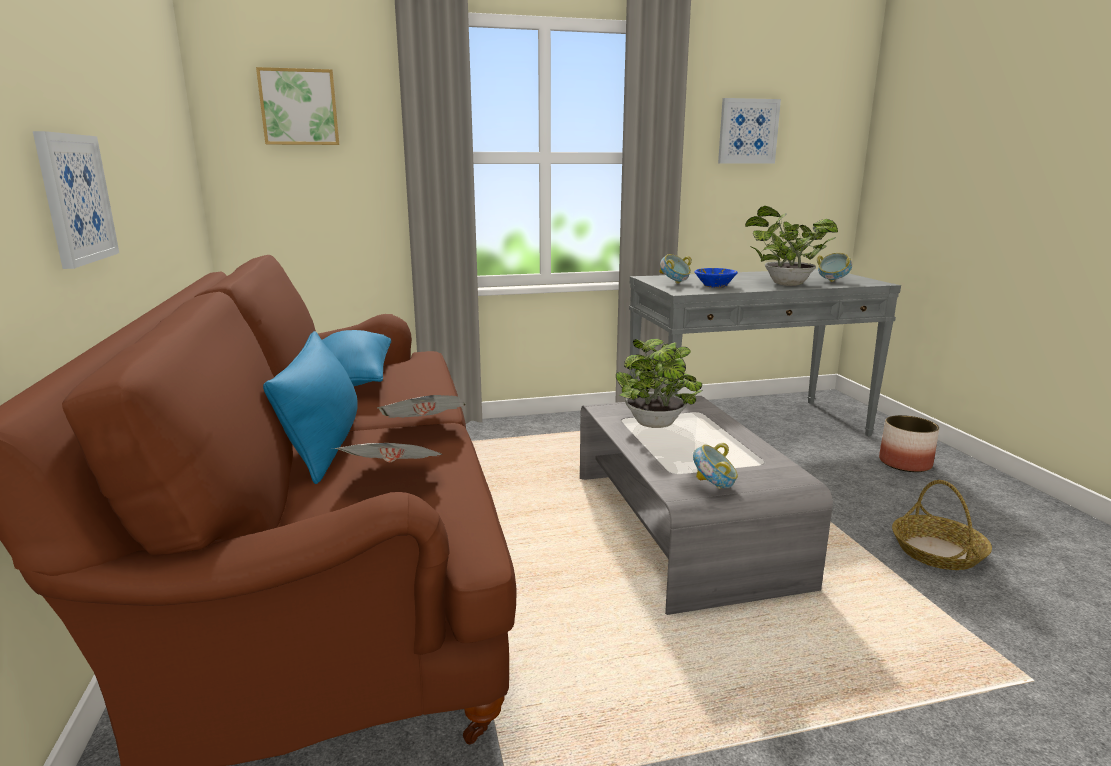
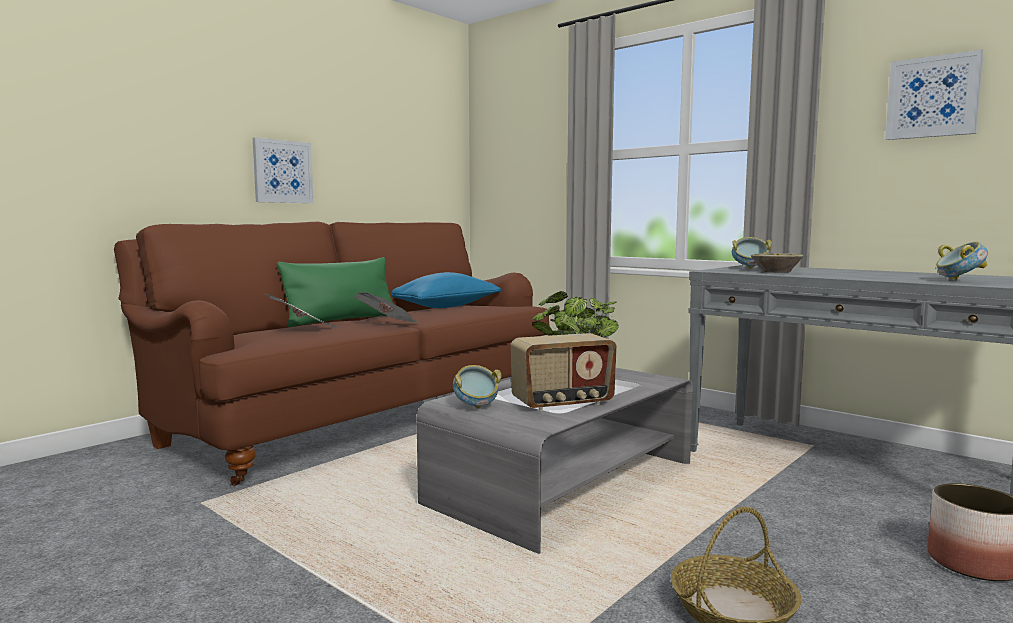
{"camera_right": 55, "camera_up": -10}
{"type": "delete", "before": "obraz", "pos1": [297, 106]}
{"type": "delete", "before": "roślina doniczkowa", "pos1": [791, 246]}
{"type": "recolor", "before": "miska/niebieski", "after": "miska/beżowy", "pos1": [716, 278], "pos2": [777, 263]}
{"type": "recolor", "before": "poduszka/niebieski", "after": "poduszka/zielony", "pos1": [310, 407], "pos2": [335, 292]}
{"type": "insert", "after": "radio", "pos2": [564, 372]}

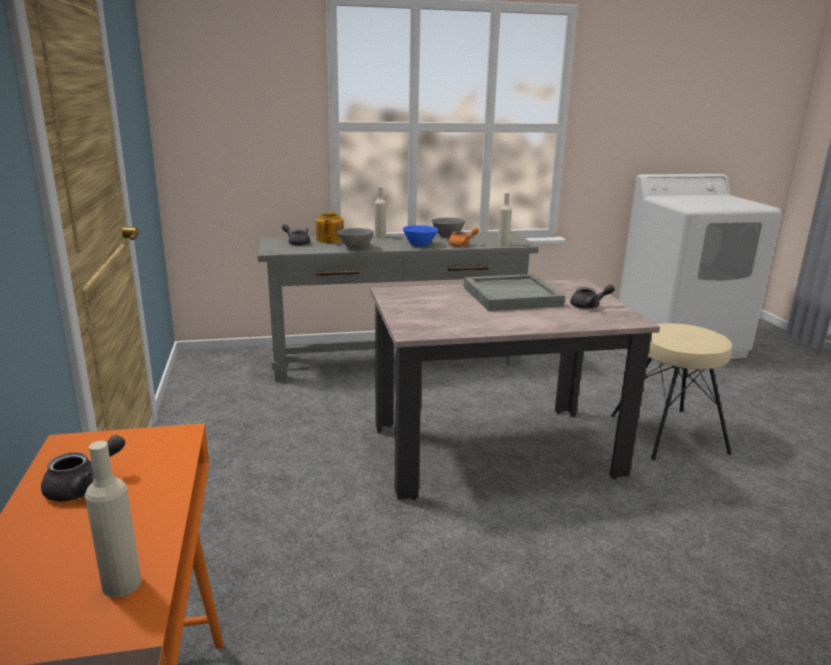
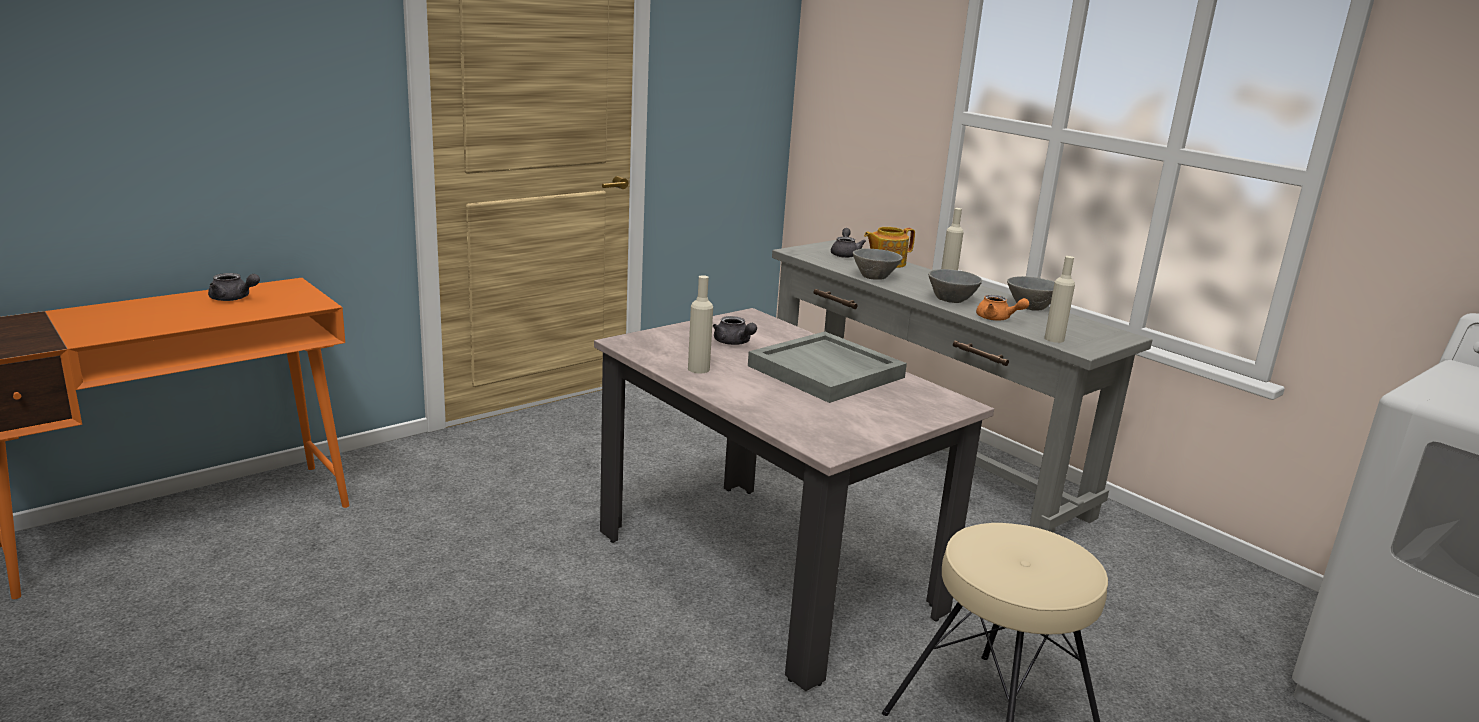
{"camera_right": 60, "camera_up": 0}
{"type": "recolor", "before": "miska/niebieski", "after": "miska/szary", "pos1": [420, 235], "pos2": [955, 286]}
{"type": "move", "before": "imbryk/szary", "pos1": [592, 296], "pos2": [735, 330]}
{"type": "move", "before": "butelka/beżowy", "pos1": [113, 519], "pos2": [700, 324]}

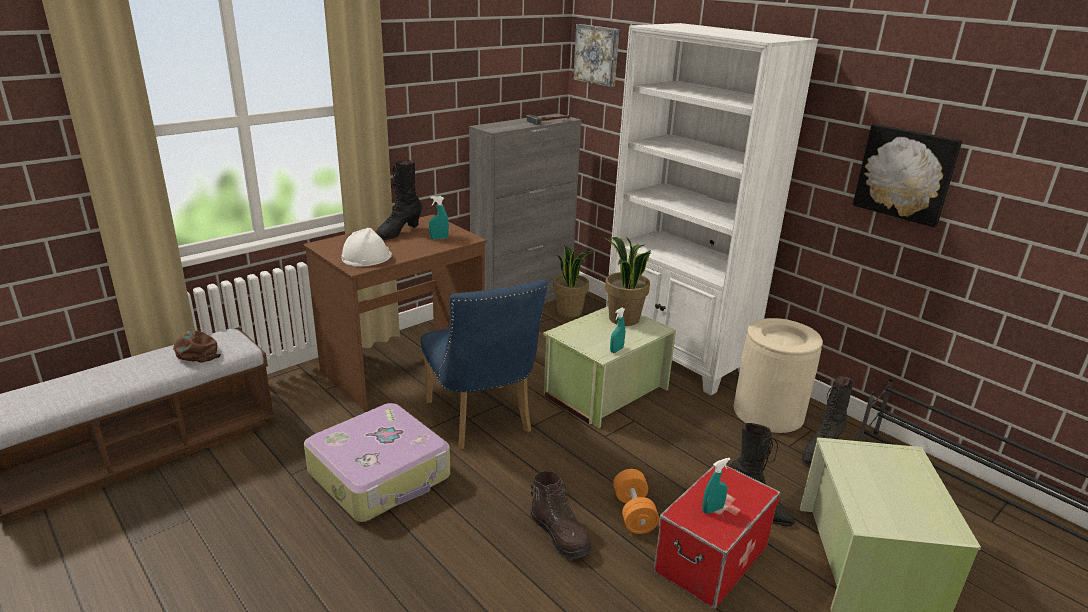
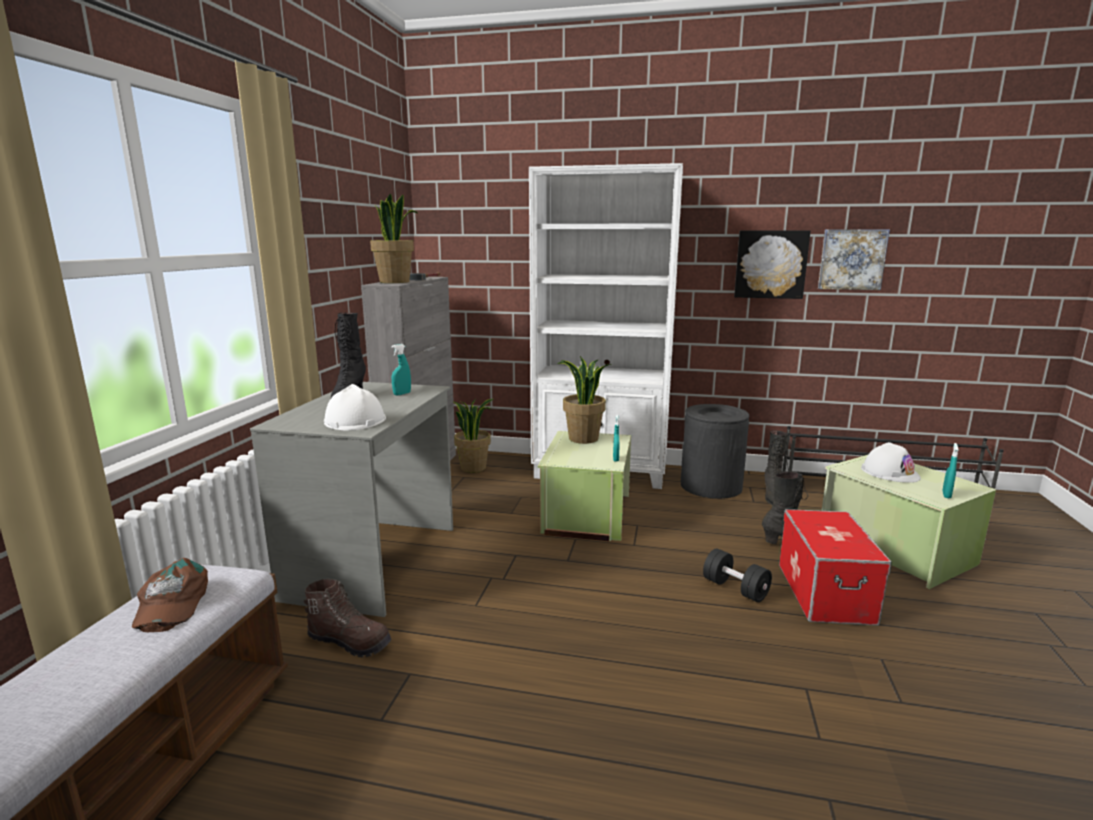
{"camera_right": -35, "camera_up": -10}
{"type": "move", "before": "obraz", "pos1": [596, 55], "pos2": [854, 259]}
{"type": "recolor", "before": "biurko/brązowy", "after": "biurko/szary", "pos1": [395, 313], "pos2": [351, 499]}
{"type": "delete", "before": "krzesło/niebieski", "pos1": [484, 365]}
{"type": "recolor", "before": "kosz na śmieci/beżowy", "after": "kosz na śmieci/czarny", "pos1": [778, 375], "pos2": [715, 451]}
{"type": "rotate", "before": "czapka z daszkiem/brązowy", "pos1": [197, 346], "pos2": [170, 595], "turn": -120}
{"type": "delete", "before": "walizka", "pos1": [377, 462]}
{"type": "move", "before": "spryskiwacz/turkusowy", "pos1": [716, 486], "pos2": [950, 470]}
{"type": "recolor", "before": "hantel/pomarańczowy", "after": "hantel/czarny", "pos1": [636, 501], "pos2": [737, 575]}
{"type": "move", "before": "but z cholewką/brązowy", "pos1": [561, 515], "pos2": [348, 618]}
{"type": "insert", "after": "roślina doniczkowa", "pos2": [393, 238]}
{"type": "insert", "after": "kask/biały", "pos2": [891, 462]}

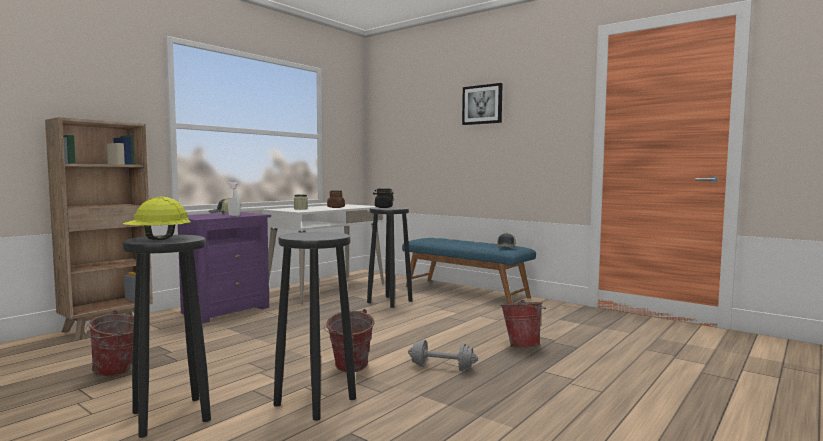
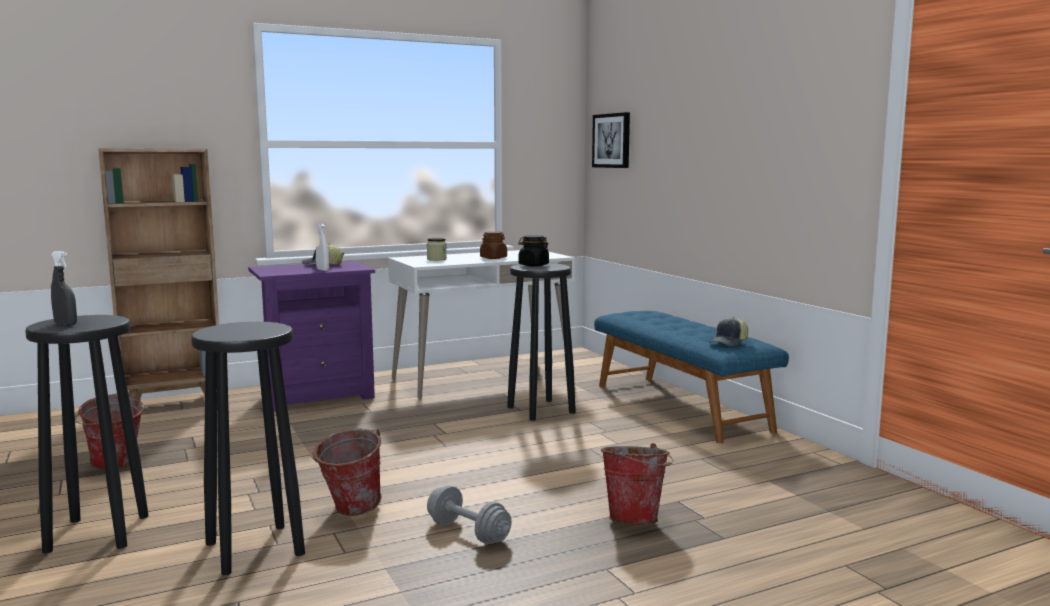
{"camera_right": 25, "camera_up": 5}
{"type": "move", "before": "obraz", "pos1": [482, 104], "pos2": [611, 140]}
{"type": "replace", "before": "kask/żółty", "after": "spryskiwacz/szary", "pos1": [157, 218], "pos2": [64, 288]}

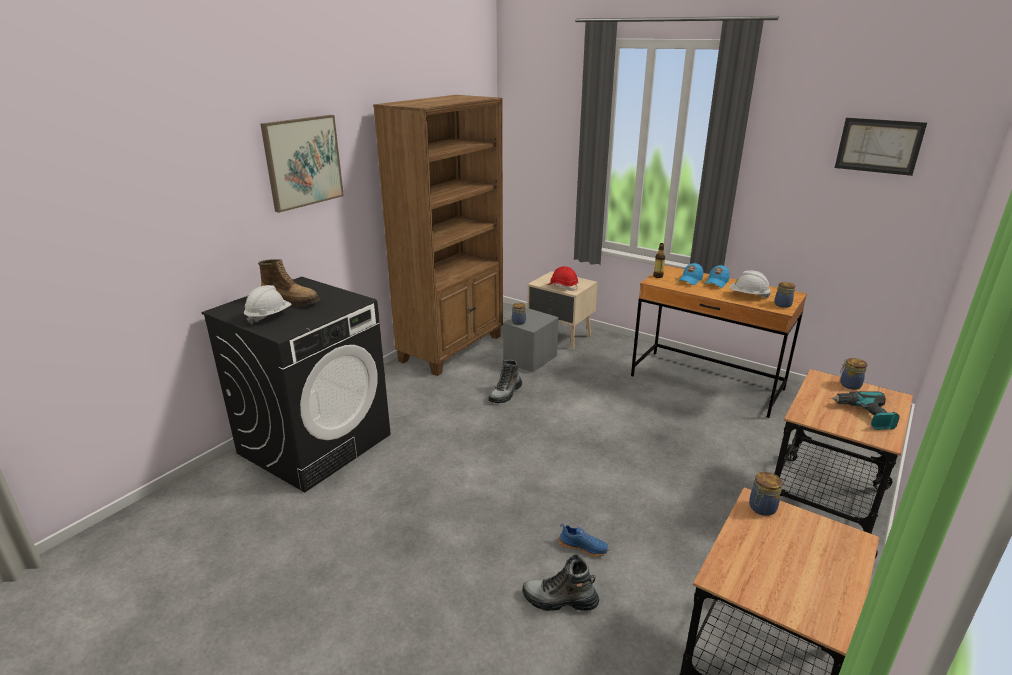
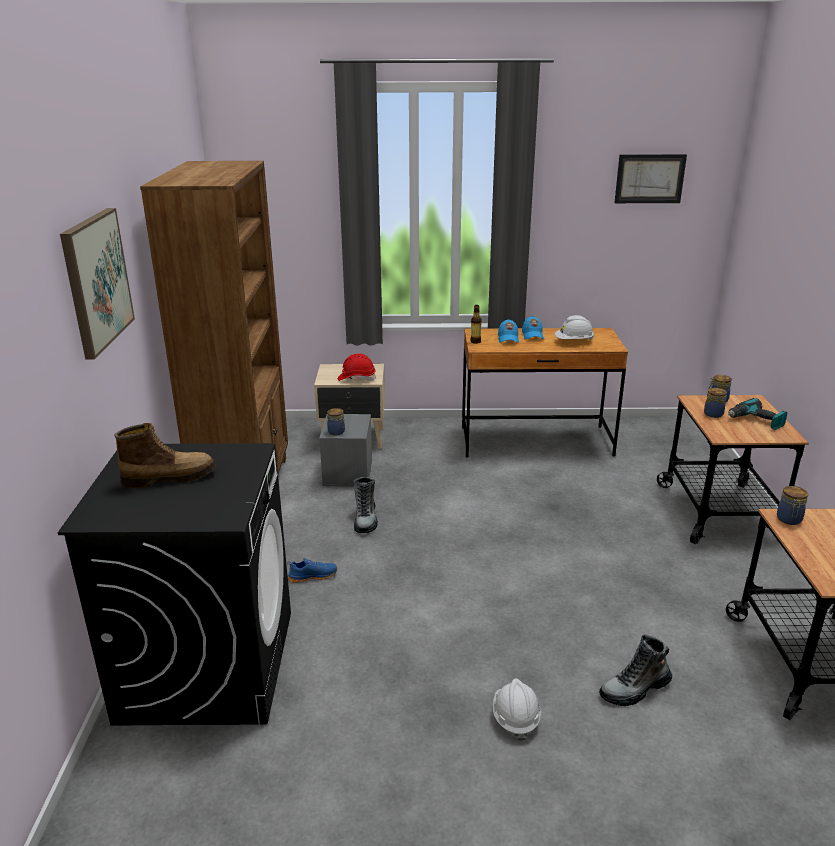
{"camera_right": -35, "camera_up": 0}
{"type": "move", "before": "słoik", "pos1": [785, 295], "pos2": [715, 403]}
{"type": "move", "before": "kask/biały", "pos1": [267, 305], "pos2": [517, 710]}
{"type": "move", "before": "but/niebieski", "pos1": [584, 540], "pos2": [312, 570]}

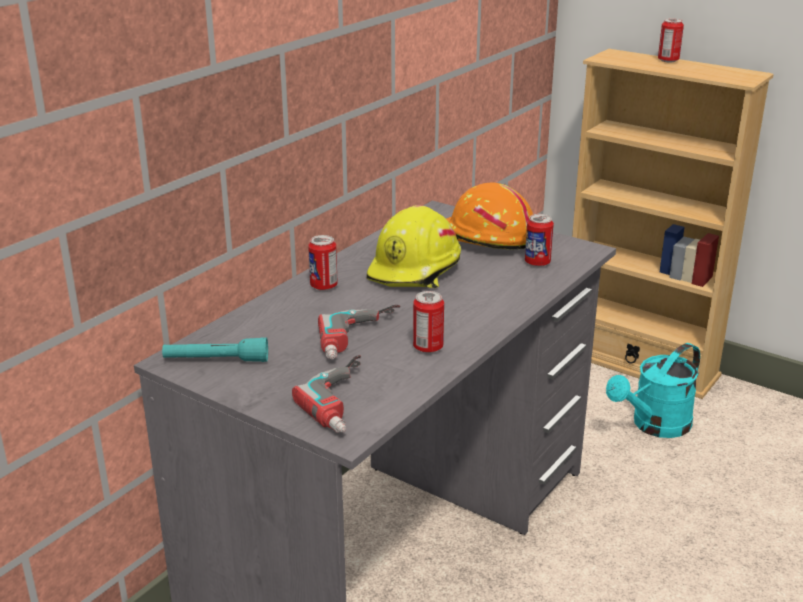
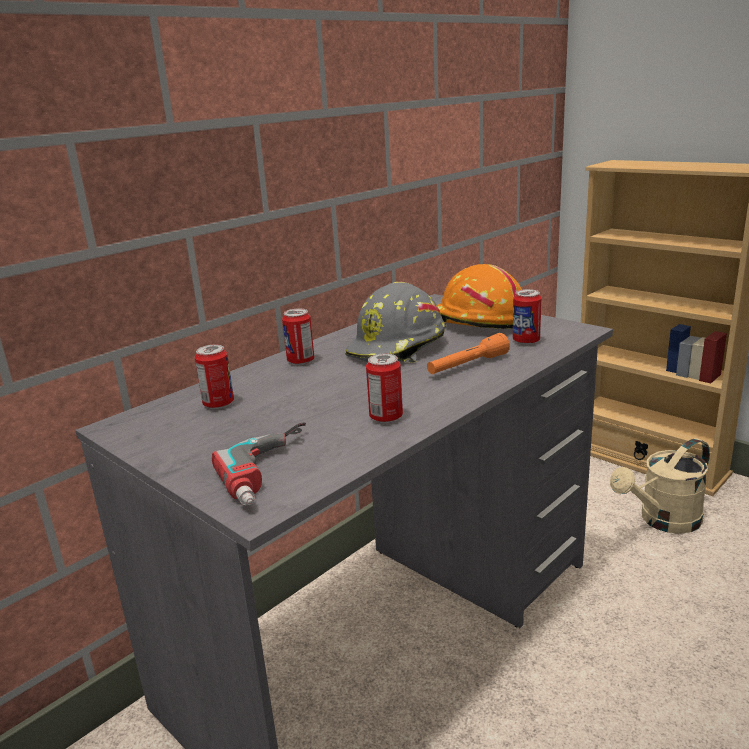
{"camera_right": 10, "camera_up": -5}
{"type": "move", "before": "puszka", "pos1": [671, 40], "pos2": [214, 377]}
{"type": "recolor", "before": "kask/żółty", "after": "kask/szary", "pos1": [413, 246], "pos2": [395, 322]}
{"type": "delete", "before": "wiertarka", "pos1": [359, 332]}
{"type": "delete", "before": "latarka/turkusowy", "pos1": [215, 349]}
{"type": "recolor", "before": "konewka/turkusowy", "after": "konewka/beżowy", "pos1": [653, 390], "pos2": [660, 486]}
{"type": "insert", "after": "latarka/pomarańczowy", "pos2": [468, 353]}

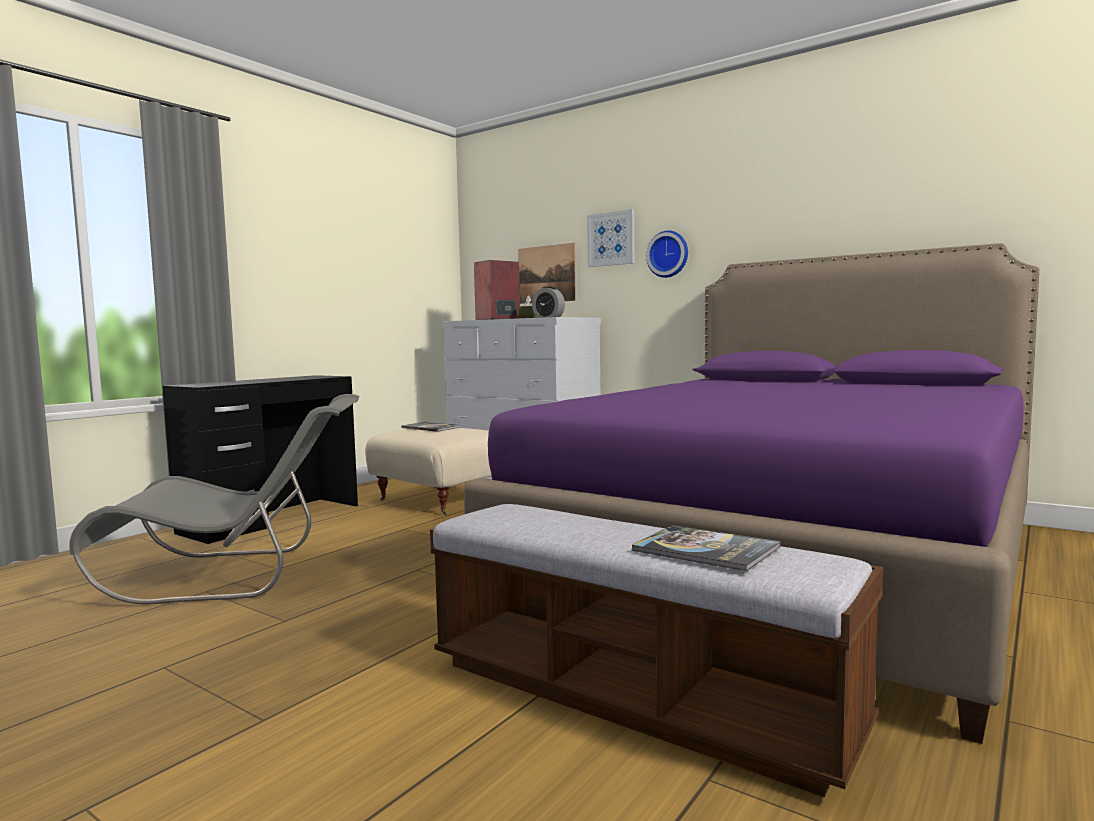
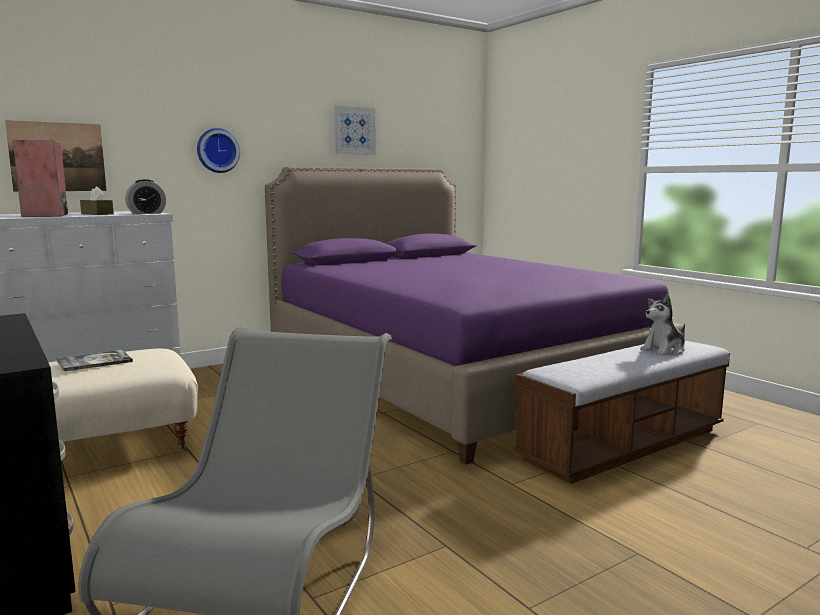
{"camera_right": -70, "camera_up": 5}
{"type": "move", "before": "obraz", "pos1": [610, 238], "pos2": [354, 130]}
{"type": "replace", "before": "książka", "after": "pluszak", "pos1": [706, 548], "pos2": [662, 325]}

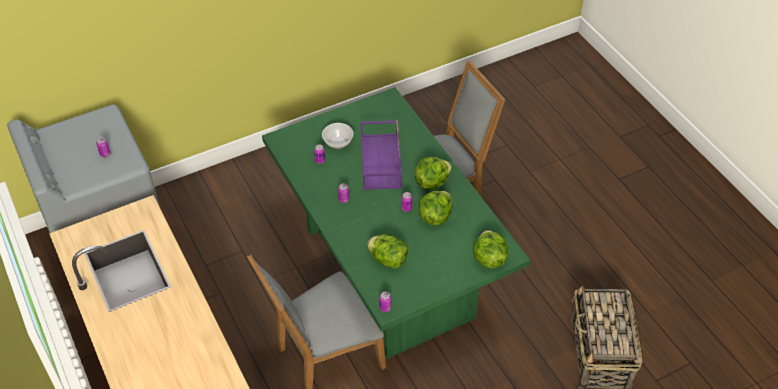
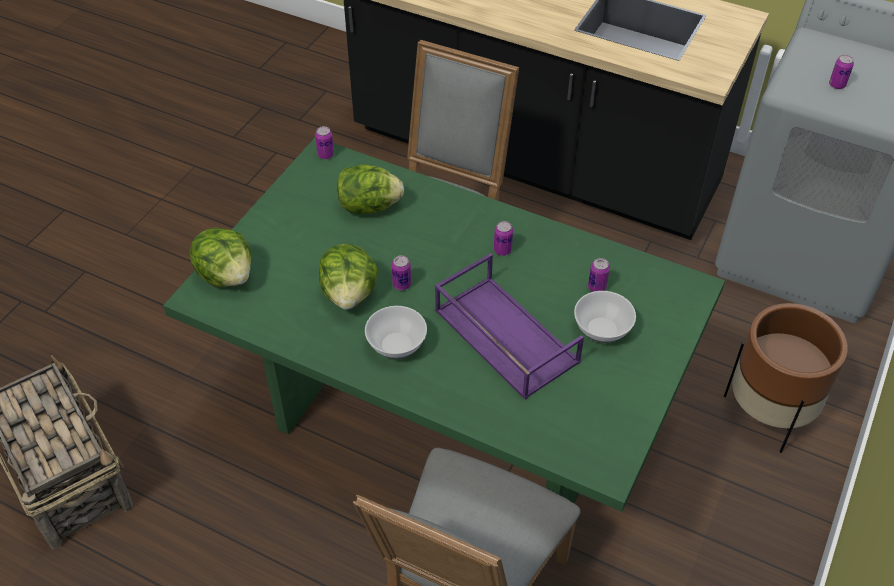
{"camera_right": 145, "camera_up": 0}
{"type": "replace", "before": "sałata", "after": "miska", "pos1": [433, 173], "pos2": [396, 332]}
{"type": "insert", "after": "donica/brązowy", "pos2": [786, 378]}

